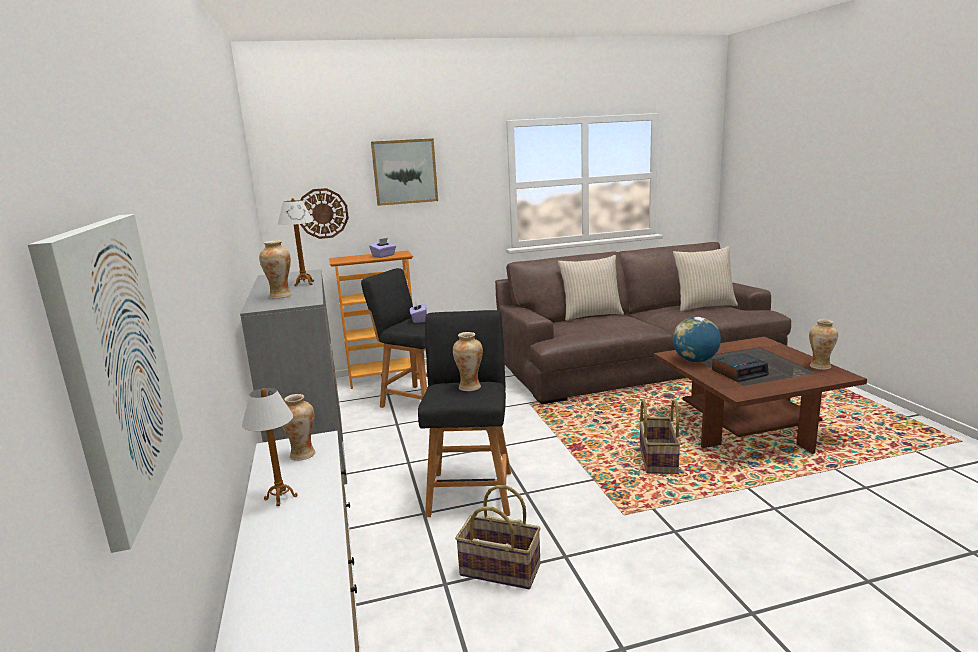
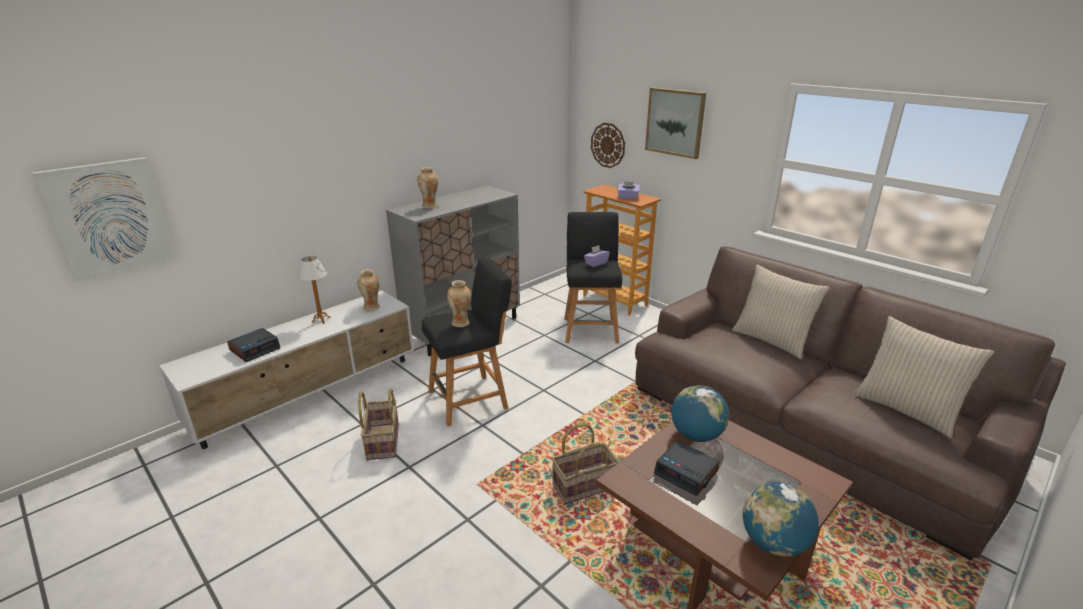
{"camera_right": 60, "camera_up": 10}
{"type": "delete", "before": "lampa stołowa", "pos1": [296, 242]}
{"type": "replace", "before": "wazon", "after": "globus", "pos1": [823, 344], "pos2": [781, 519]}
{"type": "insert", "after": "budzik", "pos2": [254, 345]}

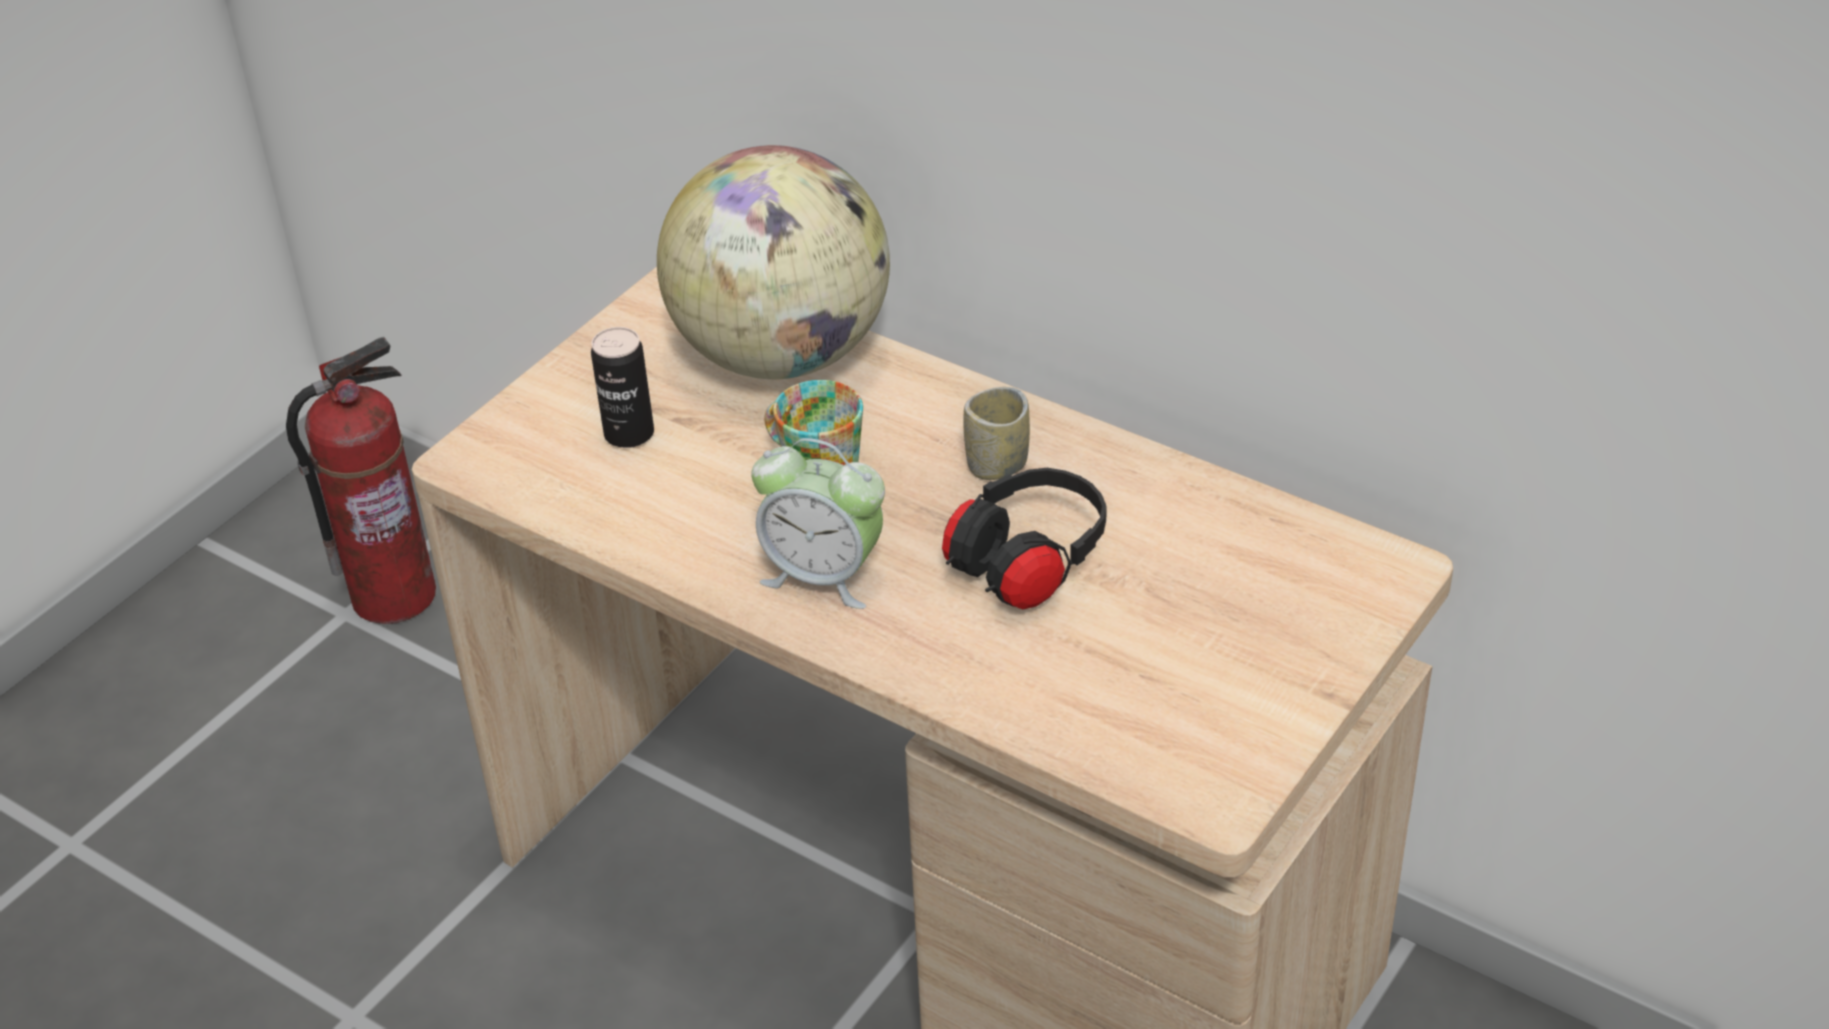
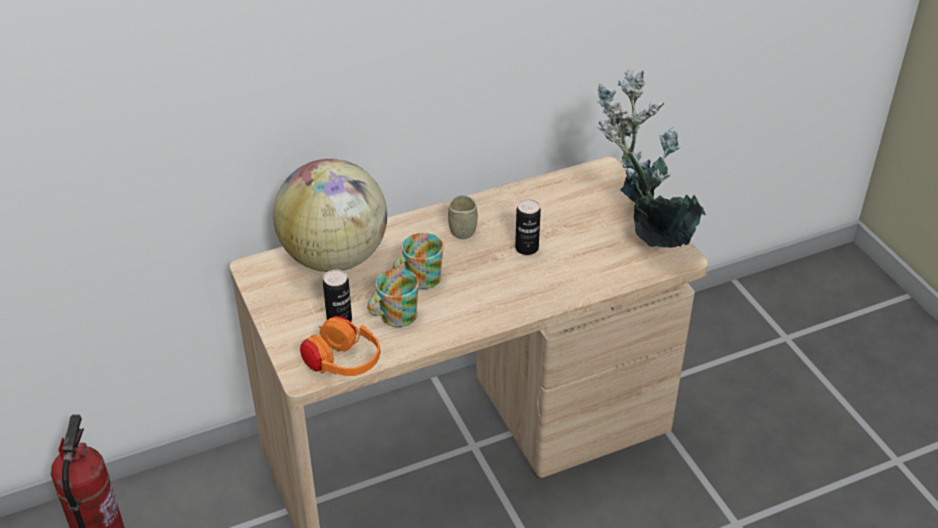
{"camera_right": -60, "camera_up": 0}
{"type": "delete", "before": "budzik", "pos1": [818, 523]}
{"type": "replace", "before": "słuchawki/czarny", "after": "puszka", "pos1": [1024, 538], "pos2": [528, 227]}
{"type": "insert", "after": "roślina doniczkowa", "pos2": [650, 159]}
{"type": "insert", "after": "kubek", "pos2": [393, 298]}
{"type": "insert", "after": "słuchawki/pomarańczowy", "pos2": [340, 346]}

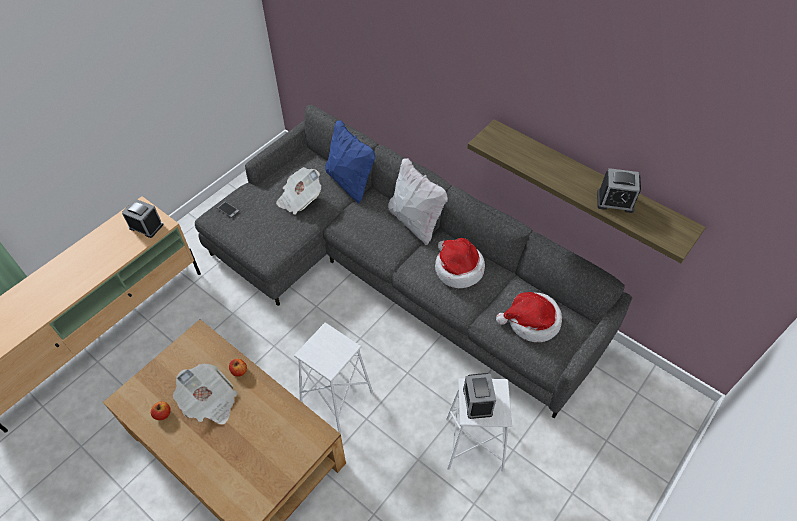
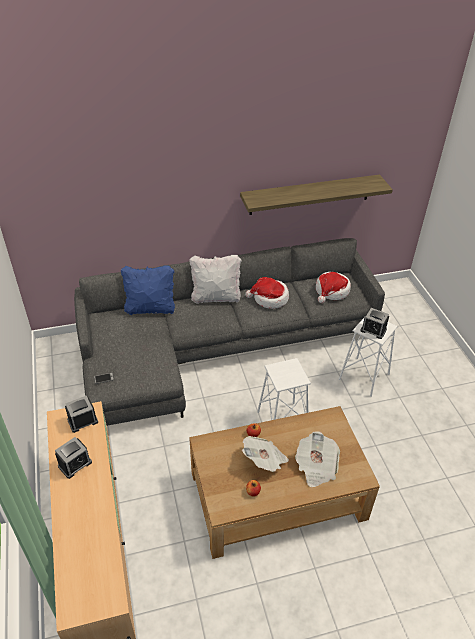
{"camera_right": -55, "camera_up": -10}
{"type": "move", "before": "gazeta", "pos1": [298, 191], "pos2": [317, 459]}
{"type": "move", "before": "budzik", "pos1": [619, 190], "pos2": [73, 458]}

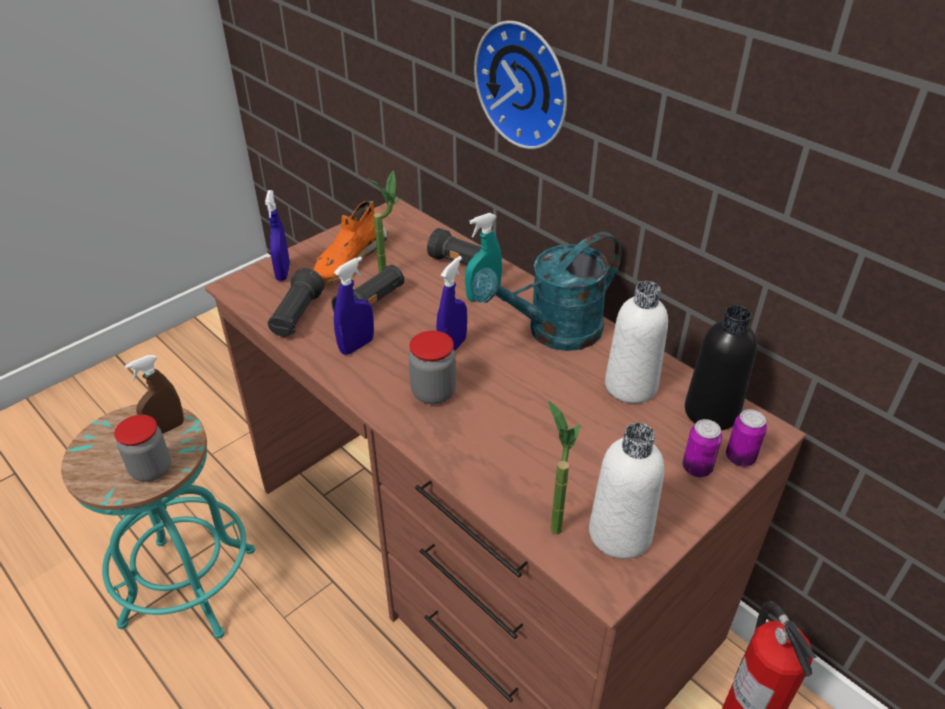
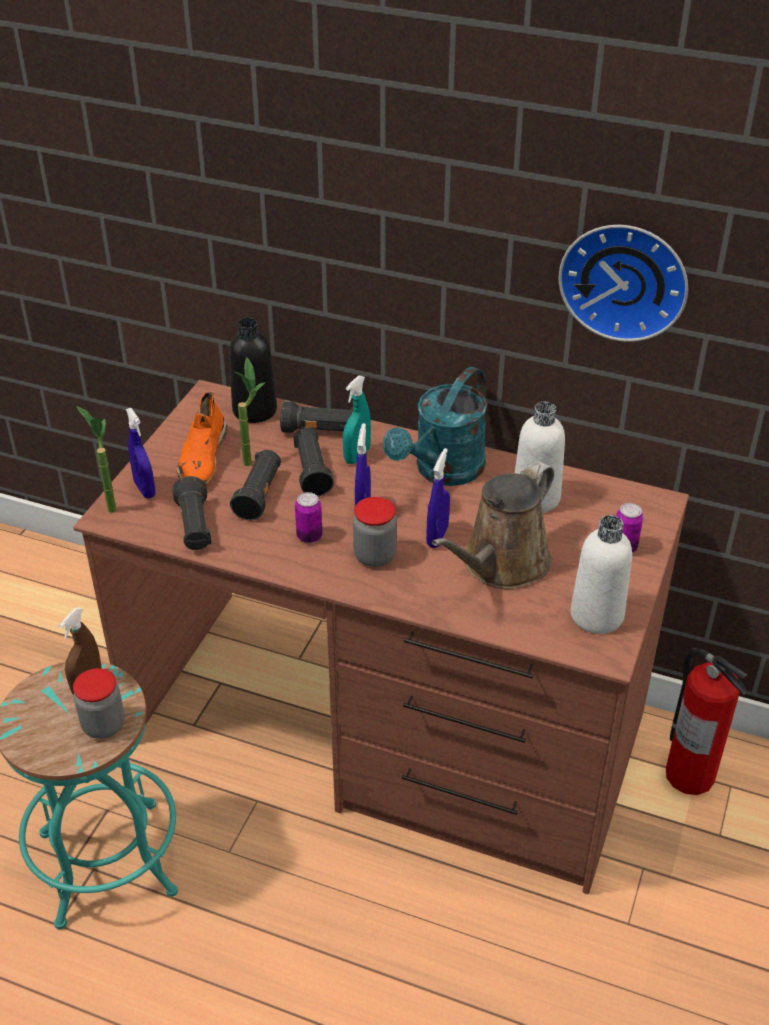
{"camera_right": -25, "camera_up": 0}
{"type": "move", "before": "zegar ścienny", "pos1": [520, 85], "pos2": [623, 283]}
{"type": "move", "before": "spryskiwacz/niebieski", "pos1": [354, 305], "pos2": [438, 498]}
{"type": "move", "before": "butelka/czarny", "pos1": [721, 367], "pos2": [253, 370]}
{"type": "move", "before": "roślina doniczkowa", "pos1": [564, 468], "pos2": [96, 459]}
{"type": "move", "before": "puszka", "pos1": [746, 438], "pos2": [309, 517]}
{"type": "insert", "after": "latarka/czarny", "pos2": [313, 462]}
{"type": "insert", "after": "konewka/brązowy", "pos2": [493, 525]}

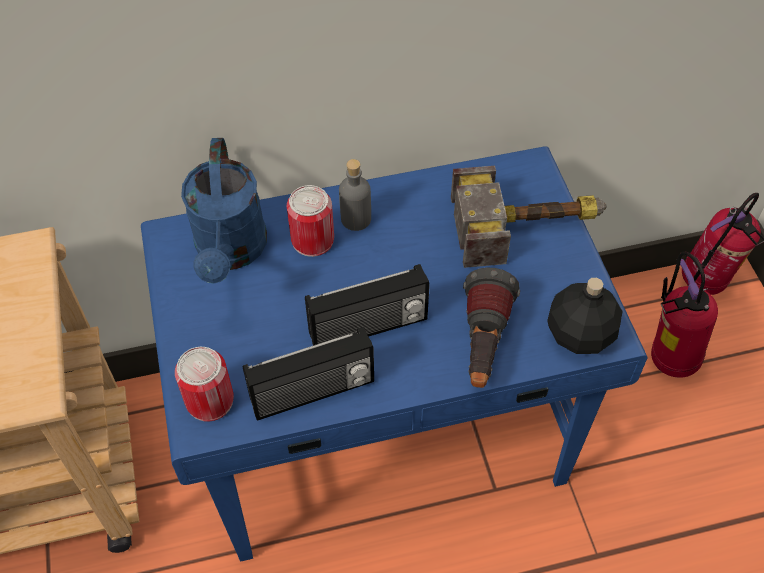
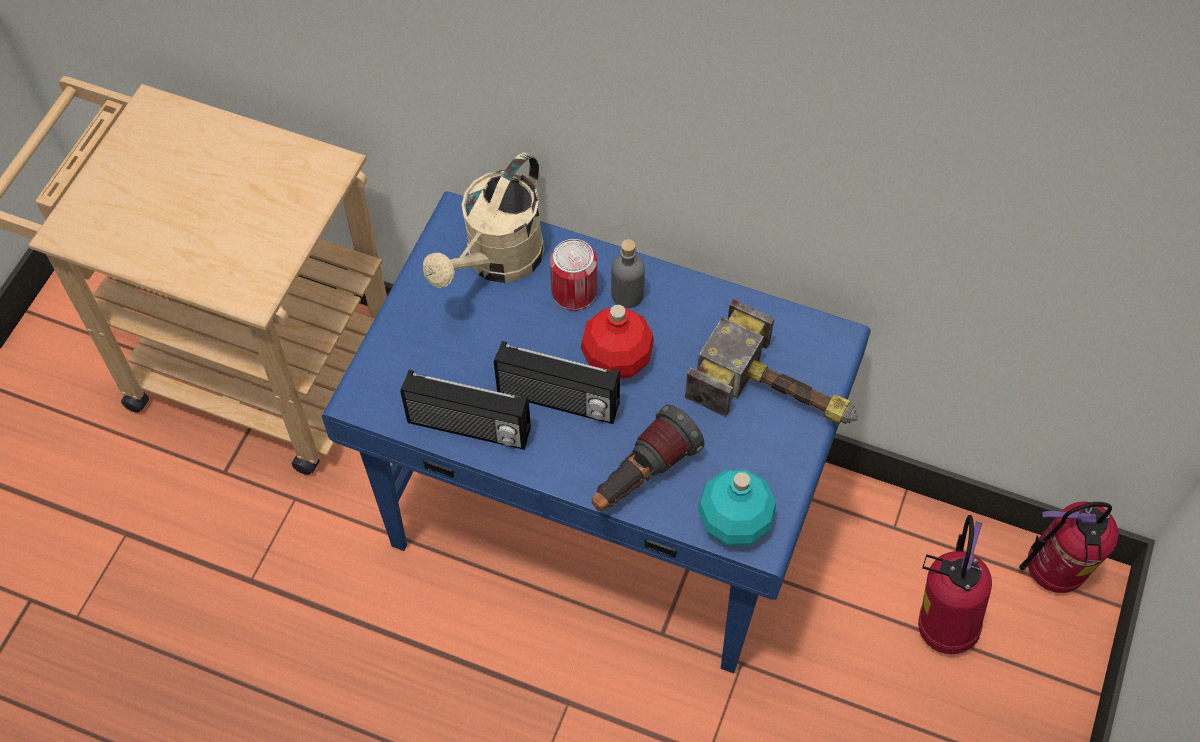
{"camera_right": 35, "camera_up": 5}
{"type": "recolor", "before": "konewka/niebieski", "after": "konewka/beżowy", "pos1": [224, 211], "pos2": [483, 220]}
{"type": "recolor", "before": "butelka/czarny", "after": "butelka/turkusowy", "pos1": [585, 316], "pos2": [737, 508]}
{"type": "delete", "before": "puszka", "pos1": [204, 384]}
{"type": "insert", "after": "butelka/czerwony", "pos2": [617, 341]}

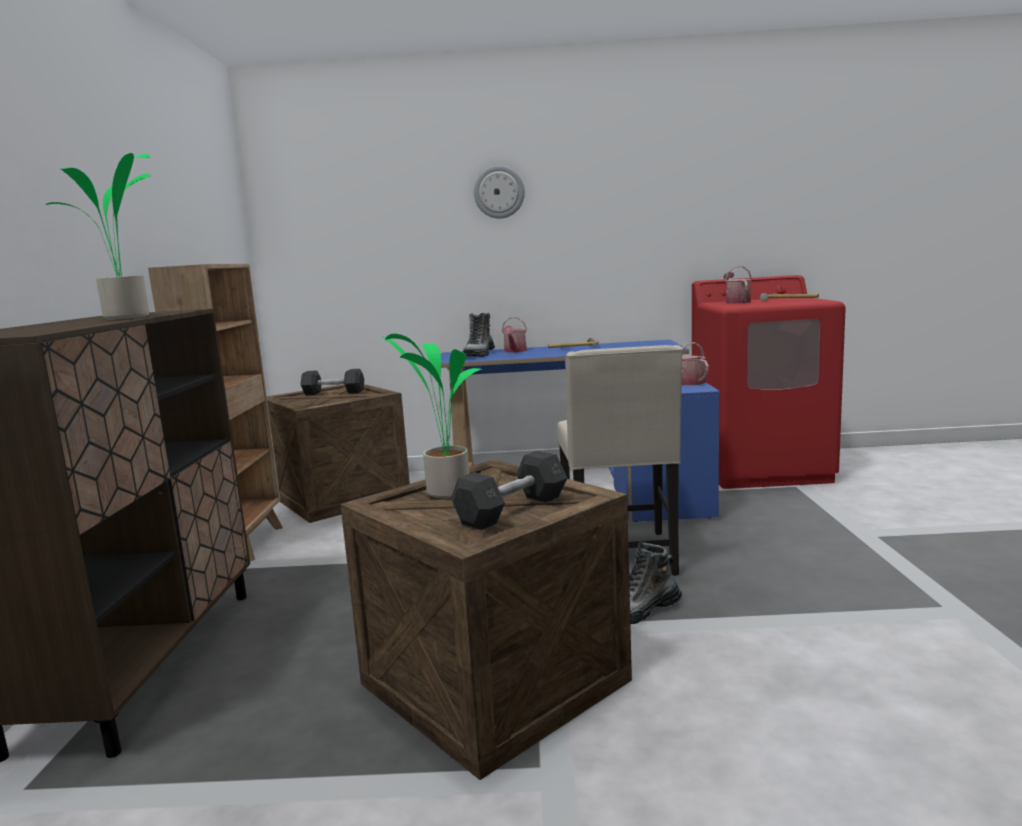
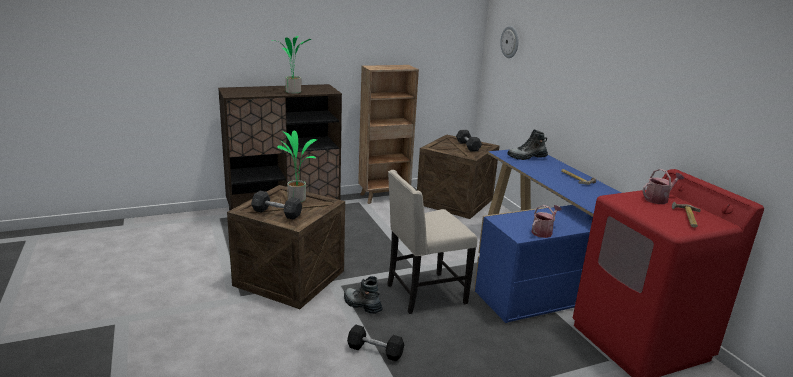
{"camera_right": 65, "camera_up": 10}
{"type": "move", "before": "zegar ścienny", "pos1": [499, 192], "pos2": [509, 42]}
{"type": "delete", "before": "konewka", "pos1": [514, 335]}
{"type": "insert", "after": "hantel/czarny", "pos2": [375, 343]}

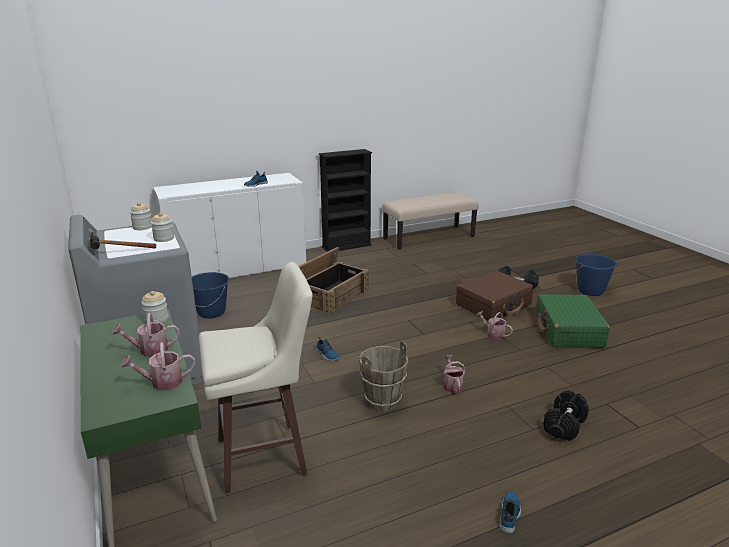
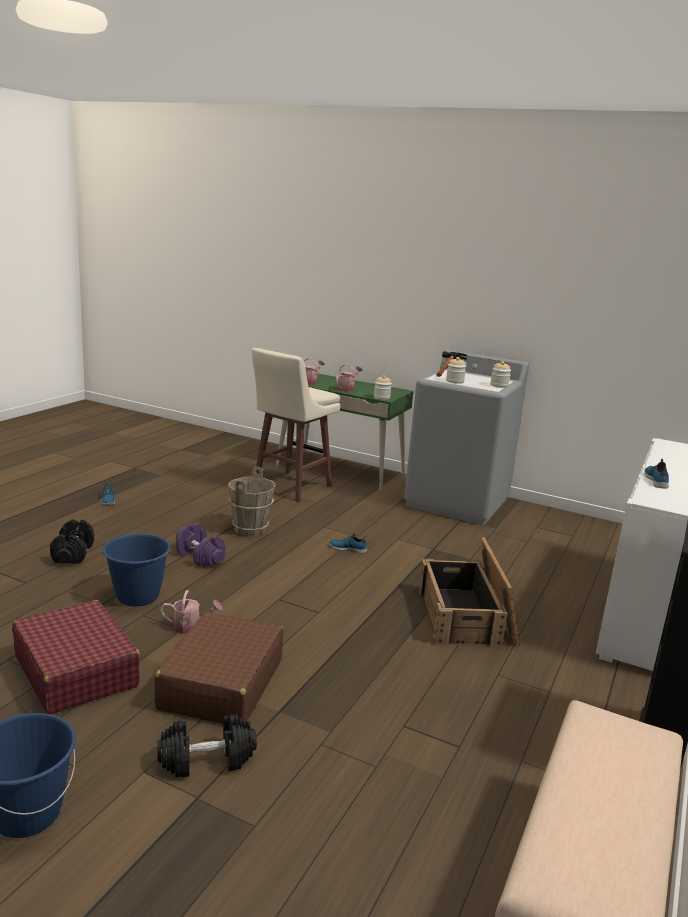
{"camera_right": 140, "camera_up": -5}
{"type": "move", "before": "wiadro/niebieski", "pos1": [210, 295], "pos2": [137, 570]}
{"type": "recolor", "before": "walizka/zielony", "after": "walizka/czerwony", "pos1": [573, 321], "pos2": [76, 657]}
{"type": "replace", "before": "konewka", "after": "hantel/fioletowy", "pos1": [454, 374], "pos2": [200, 545]}

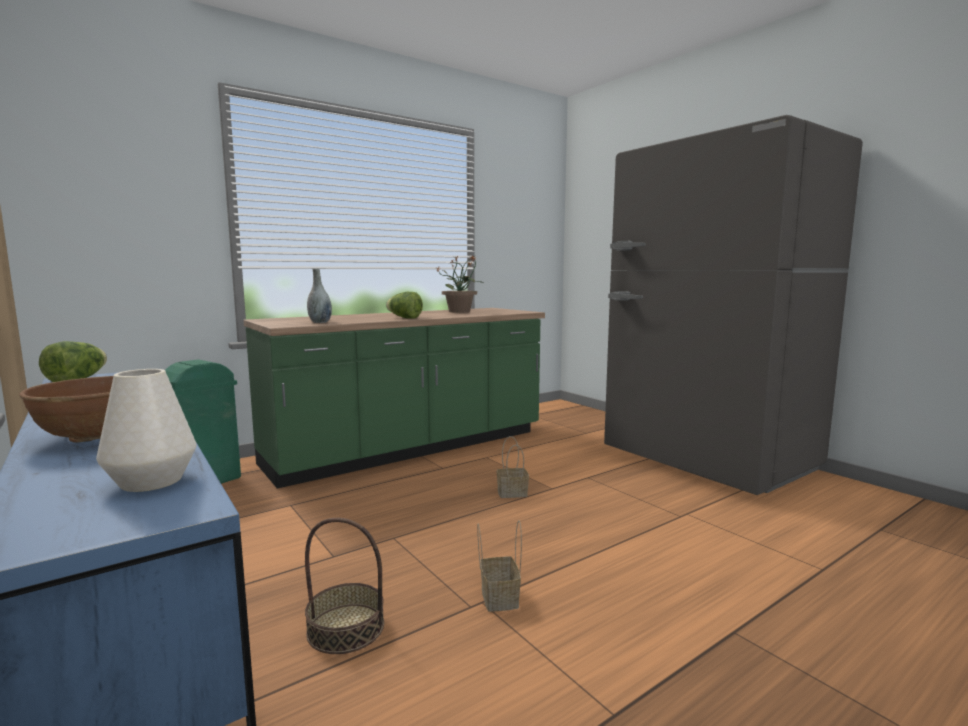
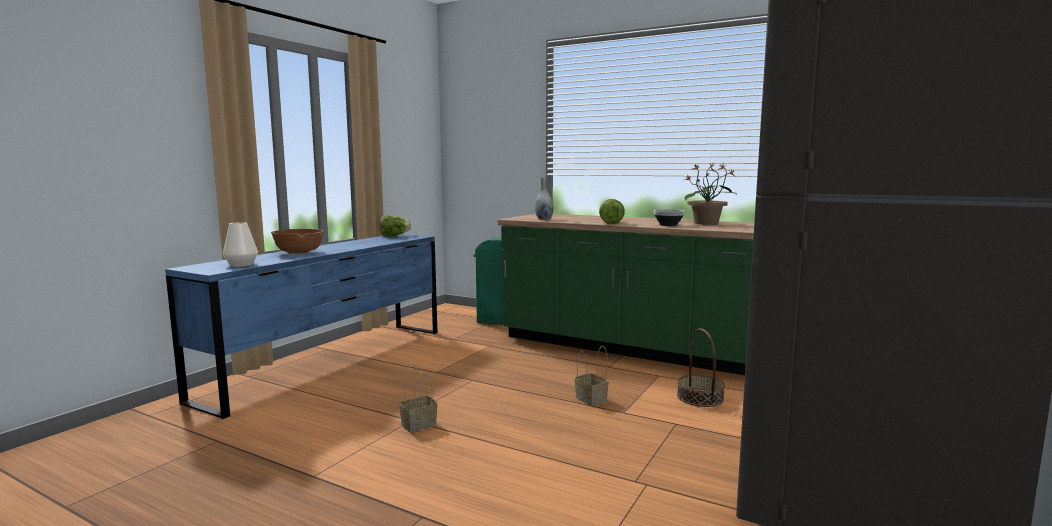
{"camera_right": 65, "camera_up": 0}
{"type": "move", "before": "koszyk", "pos1": [344, 586], "pos2": [701, 367]}
{"type": "insert", "after": "miska", "pos2": [669, 217]}

